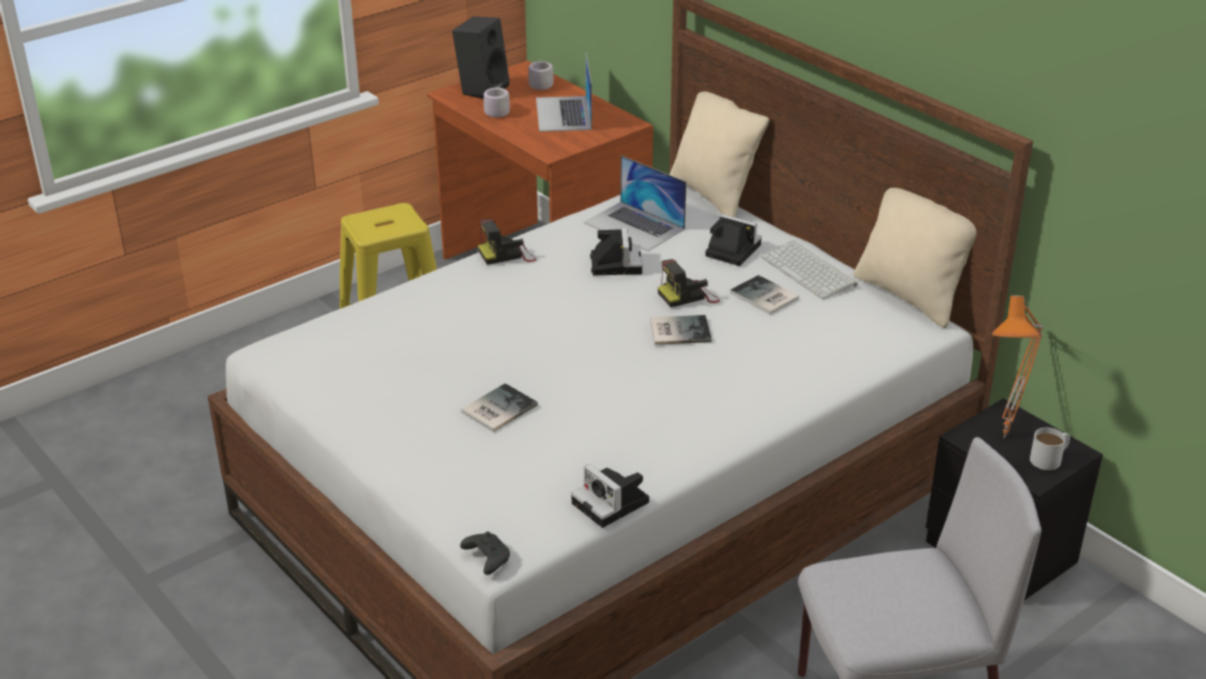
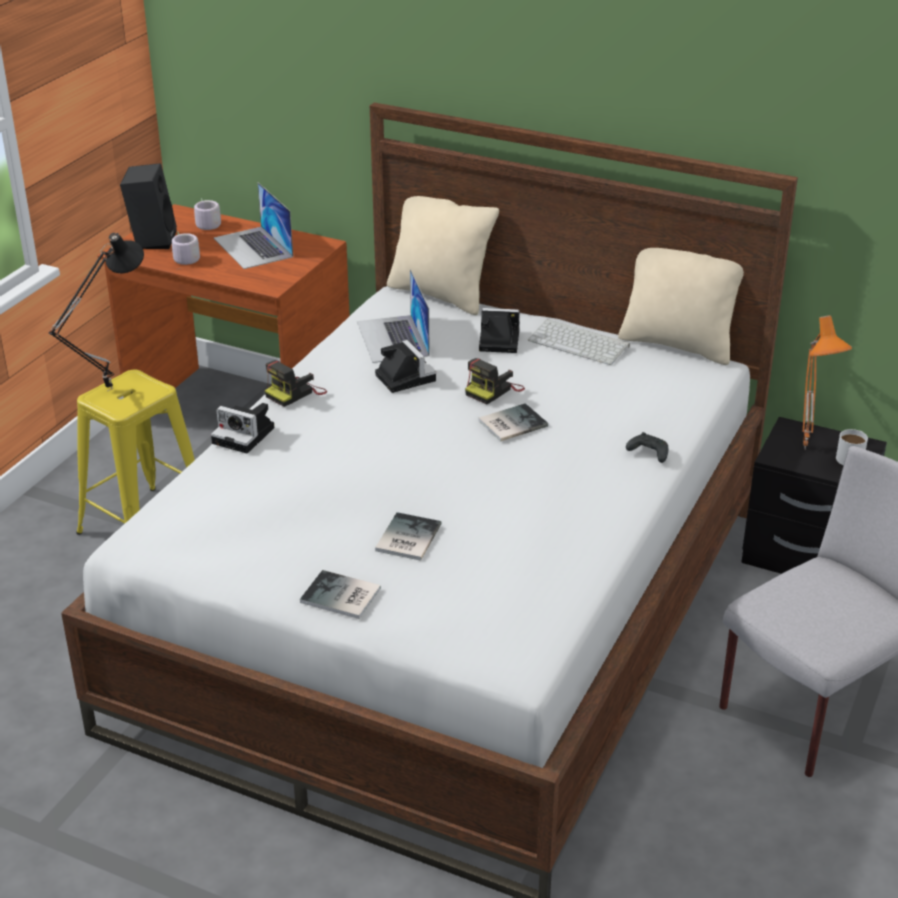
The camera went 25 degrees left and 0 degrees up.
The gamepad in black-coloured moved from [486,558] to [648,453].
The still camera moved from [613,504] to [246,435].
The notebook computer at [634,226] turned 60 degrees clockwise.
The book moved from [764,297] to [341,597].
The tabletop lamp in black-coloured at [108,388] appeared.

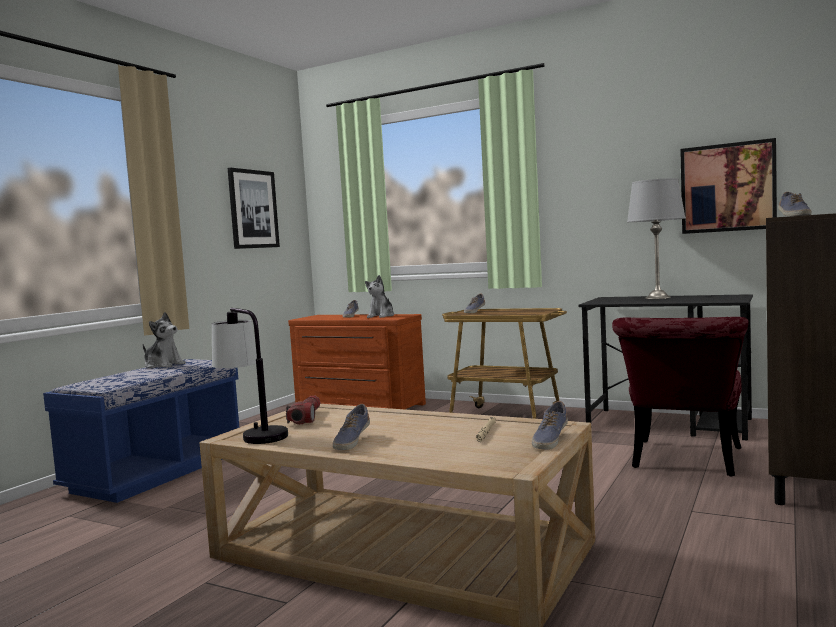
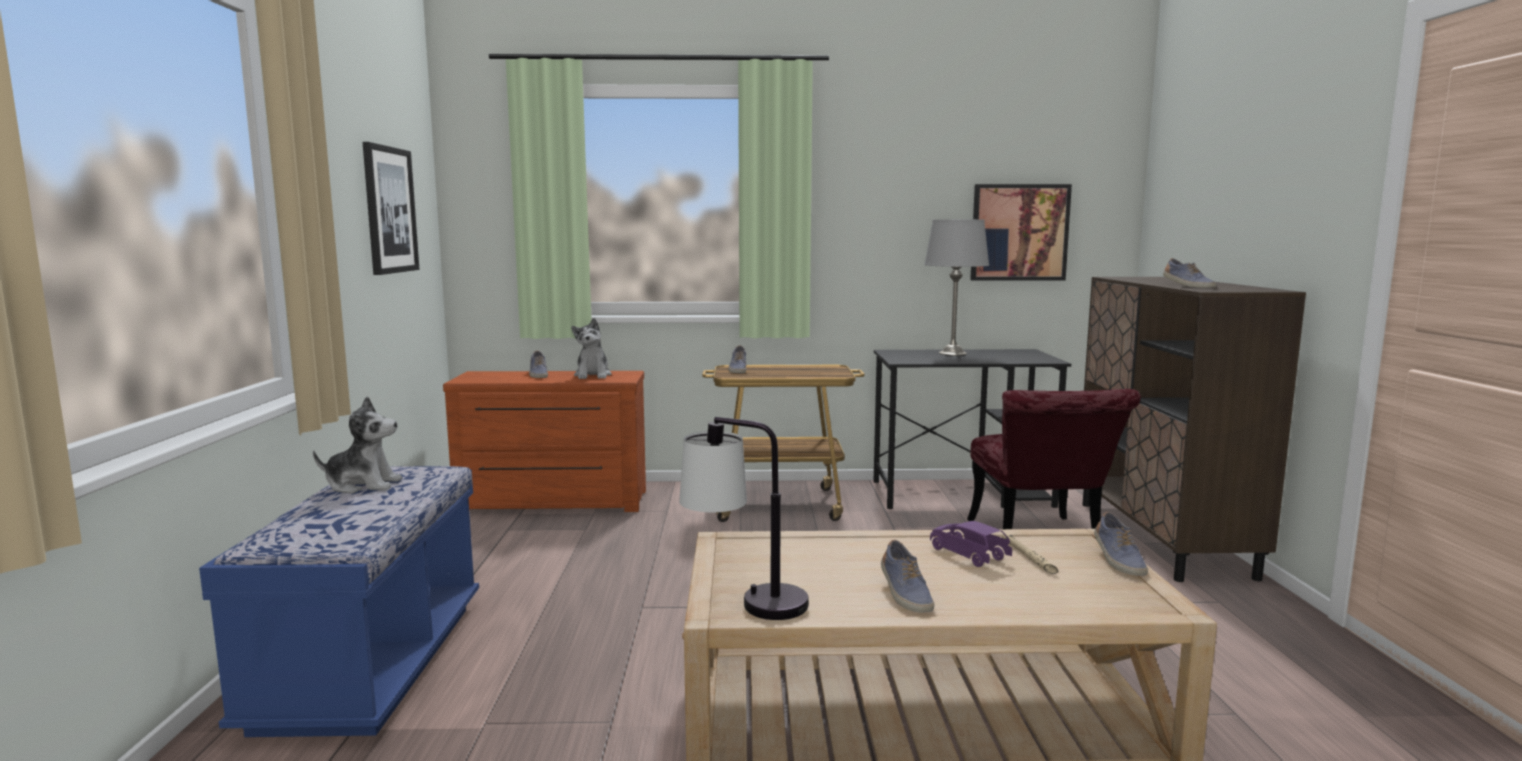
The camera went 30 degrees left and 5 degrees up.
The hand torch at [306,418] disappeared.
The miniature car in purplish at [968,555] appeared.

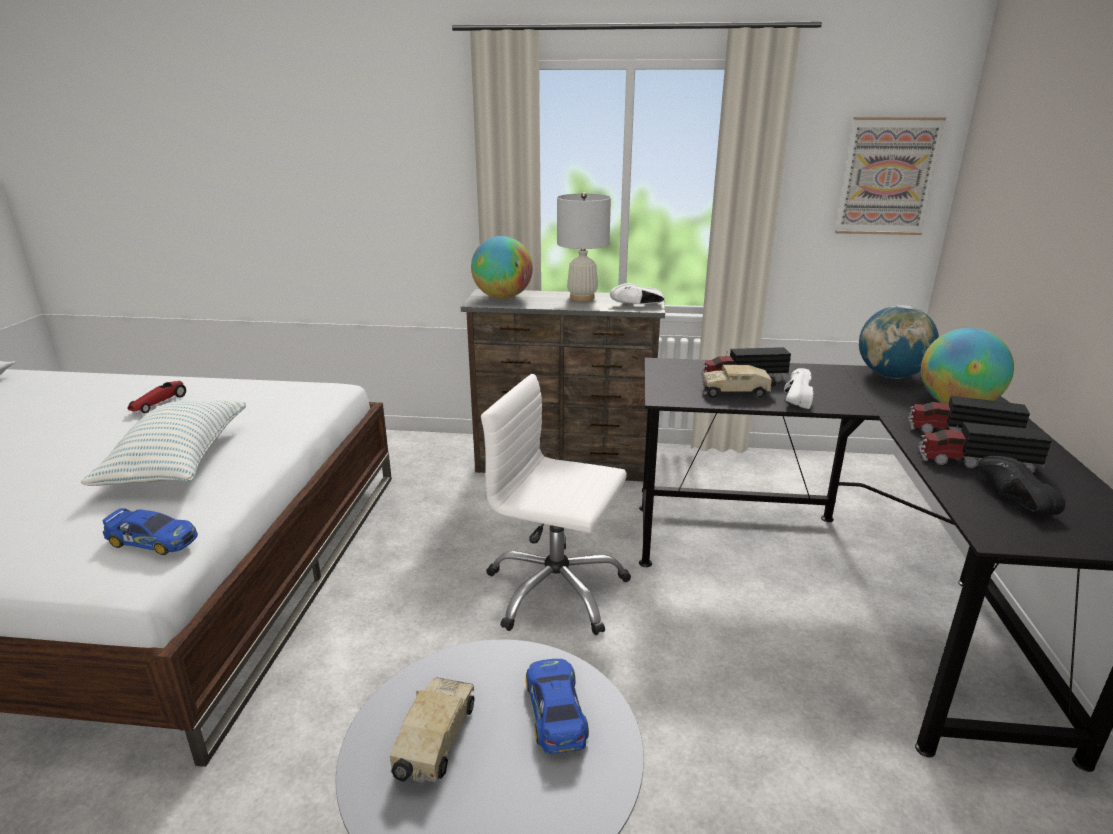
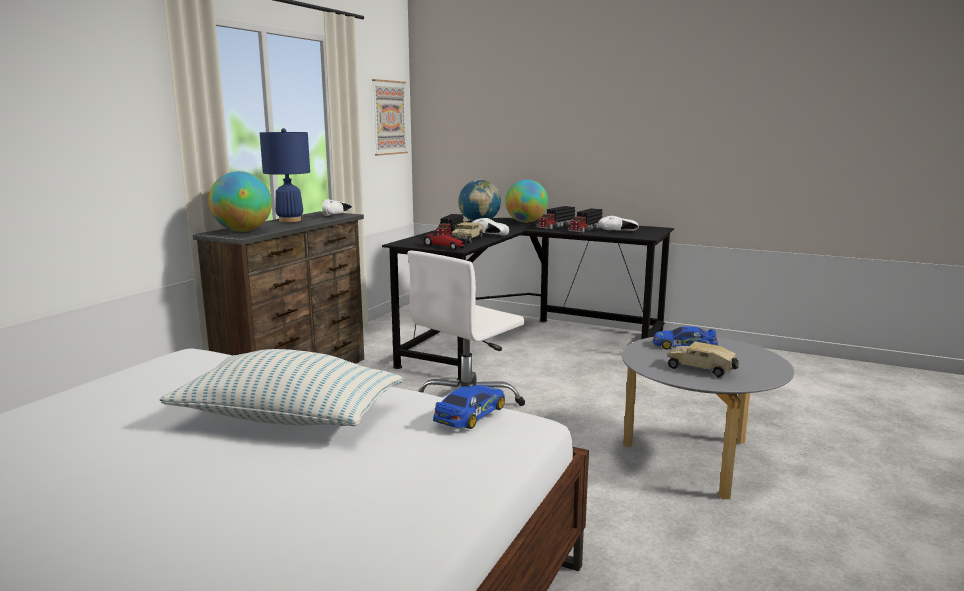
The camera went 70 degrees left and 10 degrees down.
The miniature car moved from [159,403] to [444,247].
The tabletop lamp in whitish at [582,298] became the tabletop lamp in bluish at [290,220].
The low shoe in black-coloured at [1009,500] became the low shoe in whitish at [619,232].

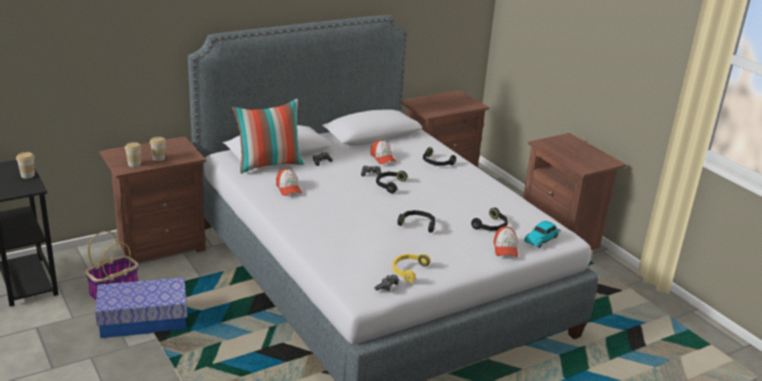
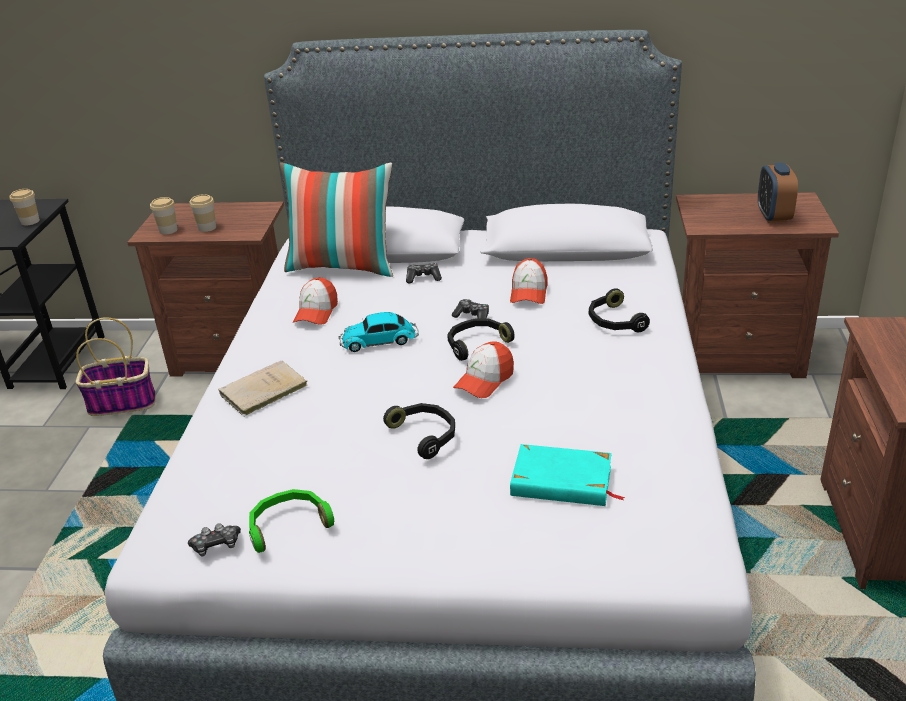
The camera went 40 degrees right and 5 degrees up.
The storage bin at [143,320] disappeared.
The headset in yellow at [408,270] became the headset in green-coloured at [288,525].
The headset in black-coloured at [491,226] was replaced by the book in blue-green at [562,482].
The peaked cap moved from [505,249] to [484,380].
The miniature car moved from [542,238] to [380,341].
The book in beige at [261,391] appeared.
The table clock at [773,216] appeared.

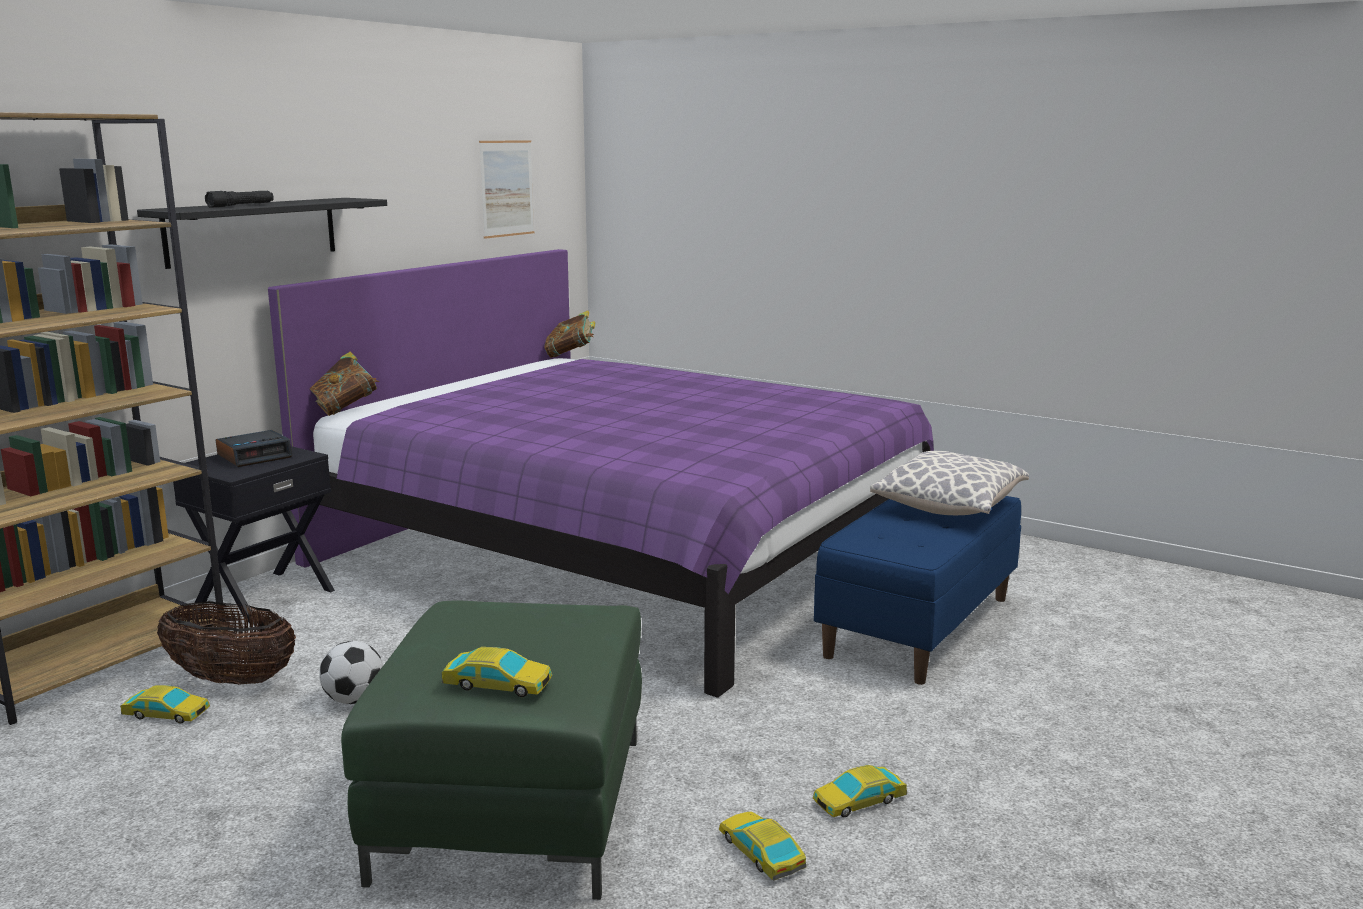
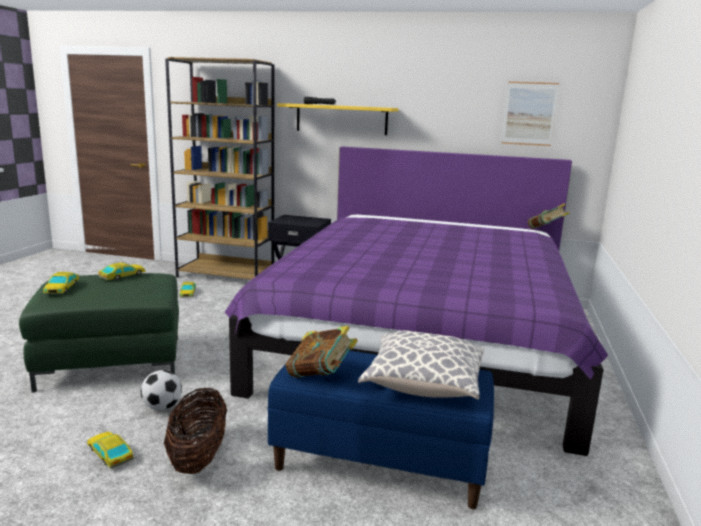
The camera went 70 degrees right and 0 degrees up.
The bracket shelf in black-coloured at [252,231] became the bracket shelf in yellow at [341,119].
The household basket moved from [231,680] to [198,457].
The table clock at [255,456] disappeared.
The book moved from [342,409] to [321,376].
The ball for football moved from [354,700] to [162,407].
The miniature car moved from [761,852] to [122,276].

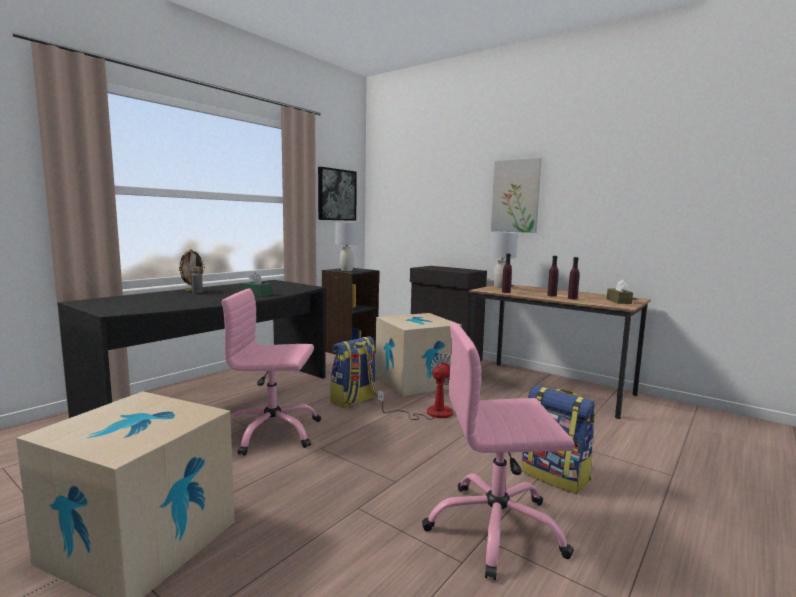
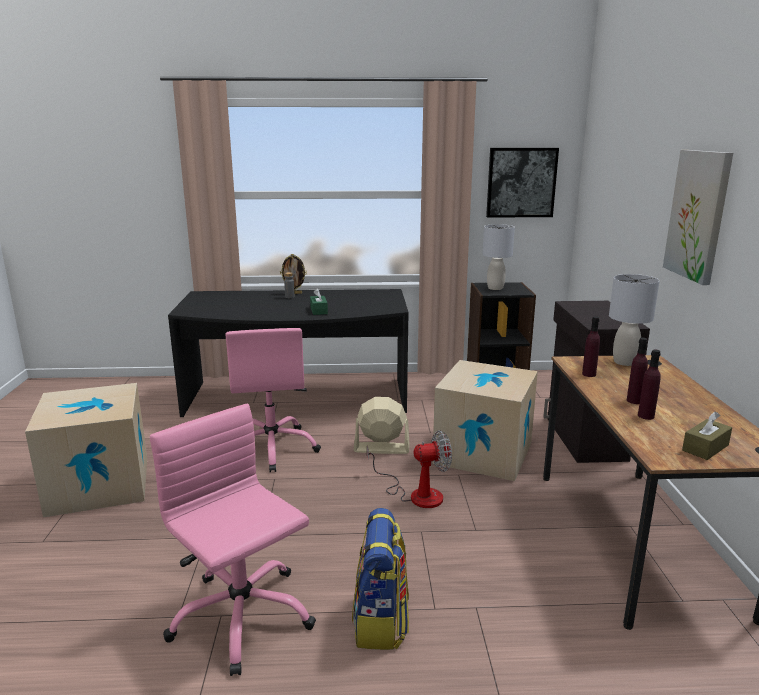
The camera went 50 degrees right and 10 degrees up.
The desk chair in pink at [272,432] turned 150 degrees counterclockwise.
The knapsack at [354,400] was replaced by the fan in beige at [381,448].

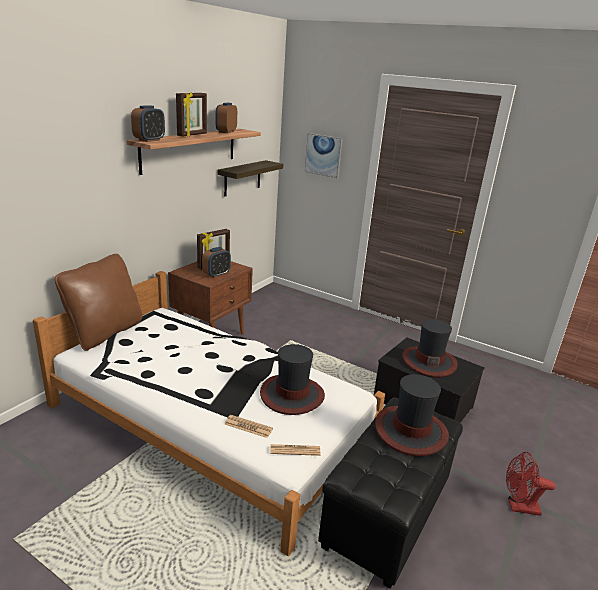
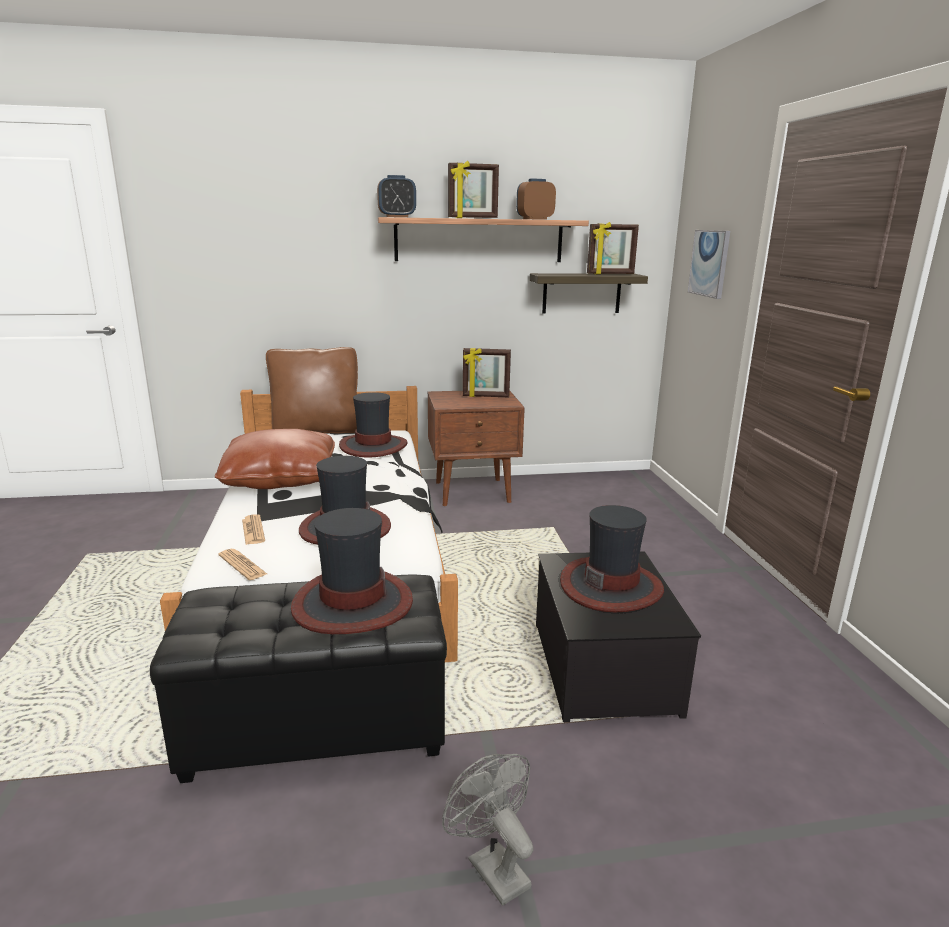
The camera went 50 degrees right and 5 degrees down.
The table clock at [216,274] disappeared.
The fan in red at [518,507] became the fan in gray at [492,866].
The cushion in brownish at [280,479] appeared.
The clothing hat at [373,446] appeared.
The picture frame at [610,274] appeared.

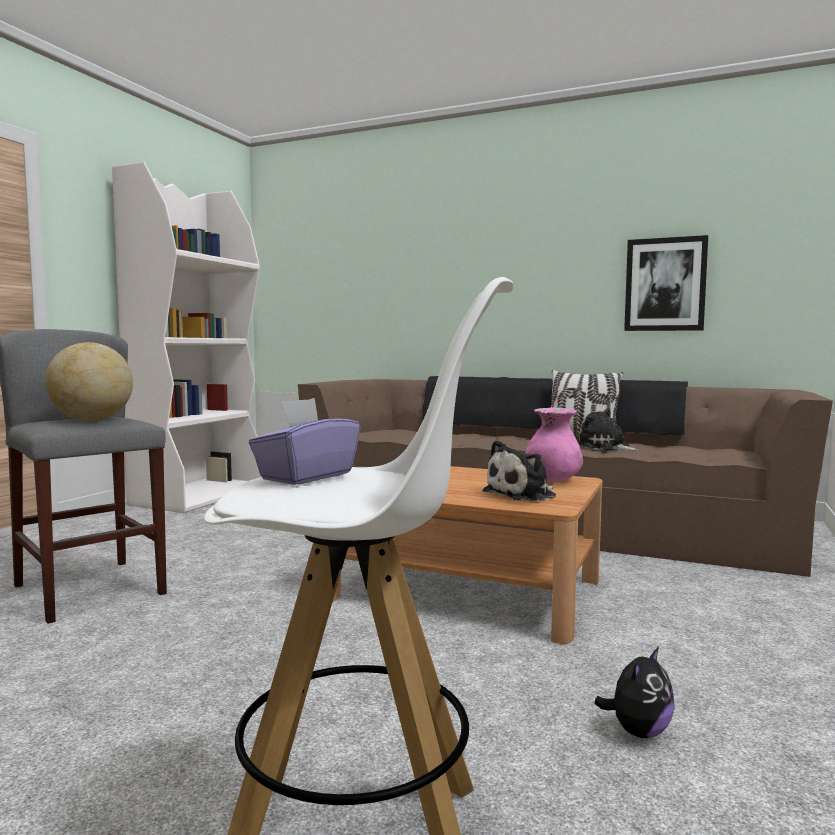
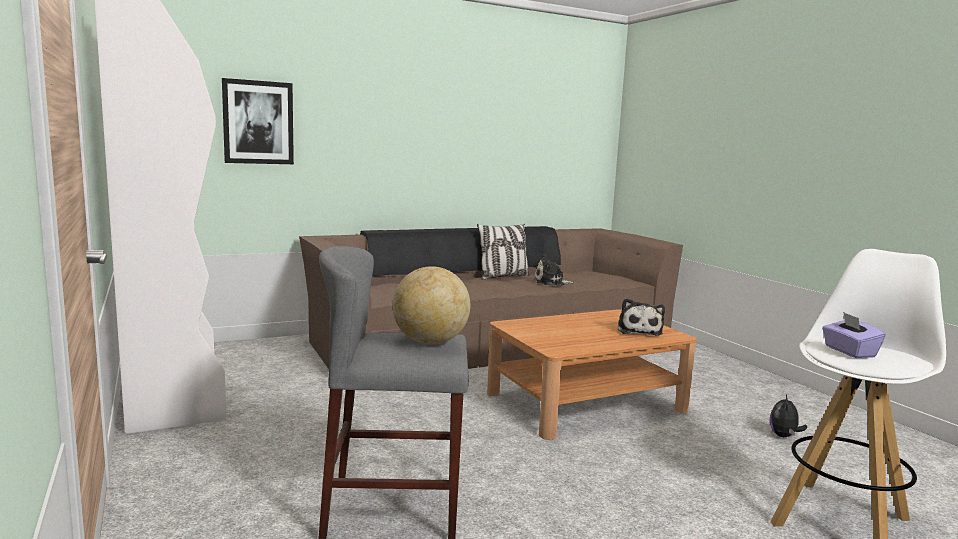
The camera went 50 degrees left and 5 degrees up.
The decorative vase in pink at [552,480] disappeared.
The plush toy at [638,731] turned 150 degrees counterclockwise.
The wall art moved from [665,284] to [258,122].

